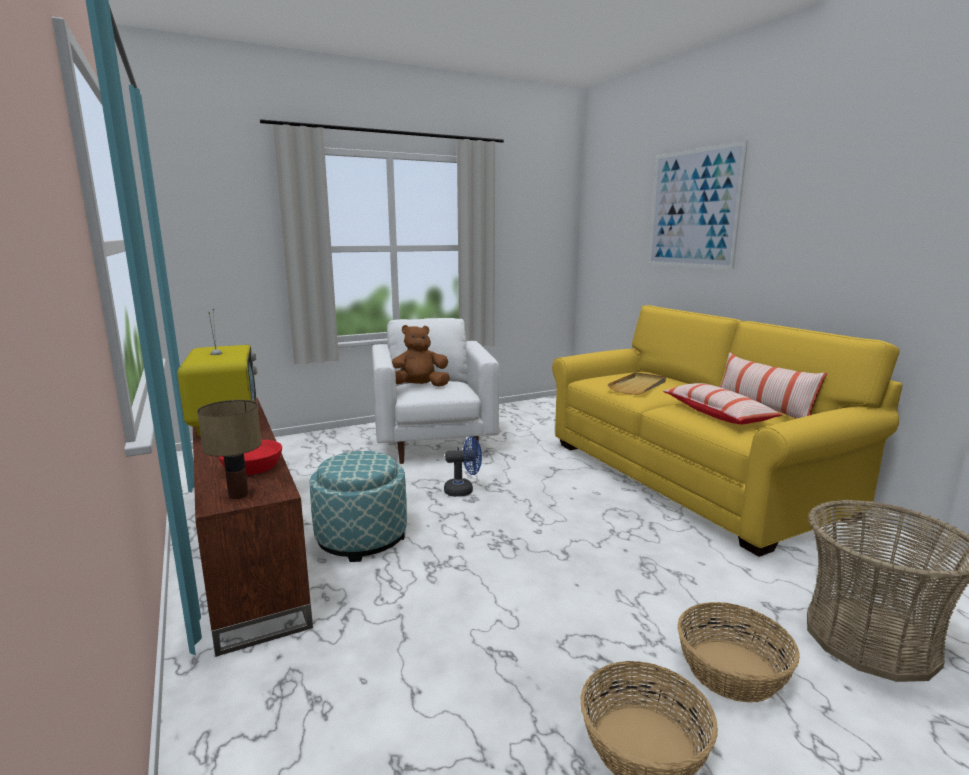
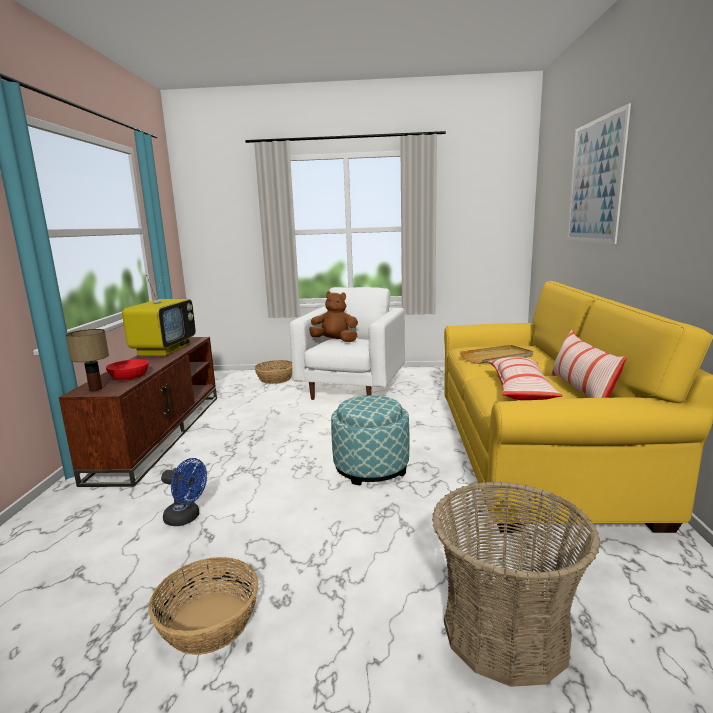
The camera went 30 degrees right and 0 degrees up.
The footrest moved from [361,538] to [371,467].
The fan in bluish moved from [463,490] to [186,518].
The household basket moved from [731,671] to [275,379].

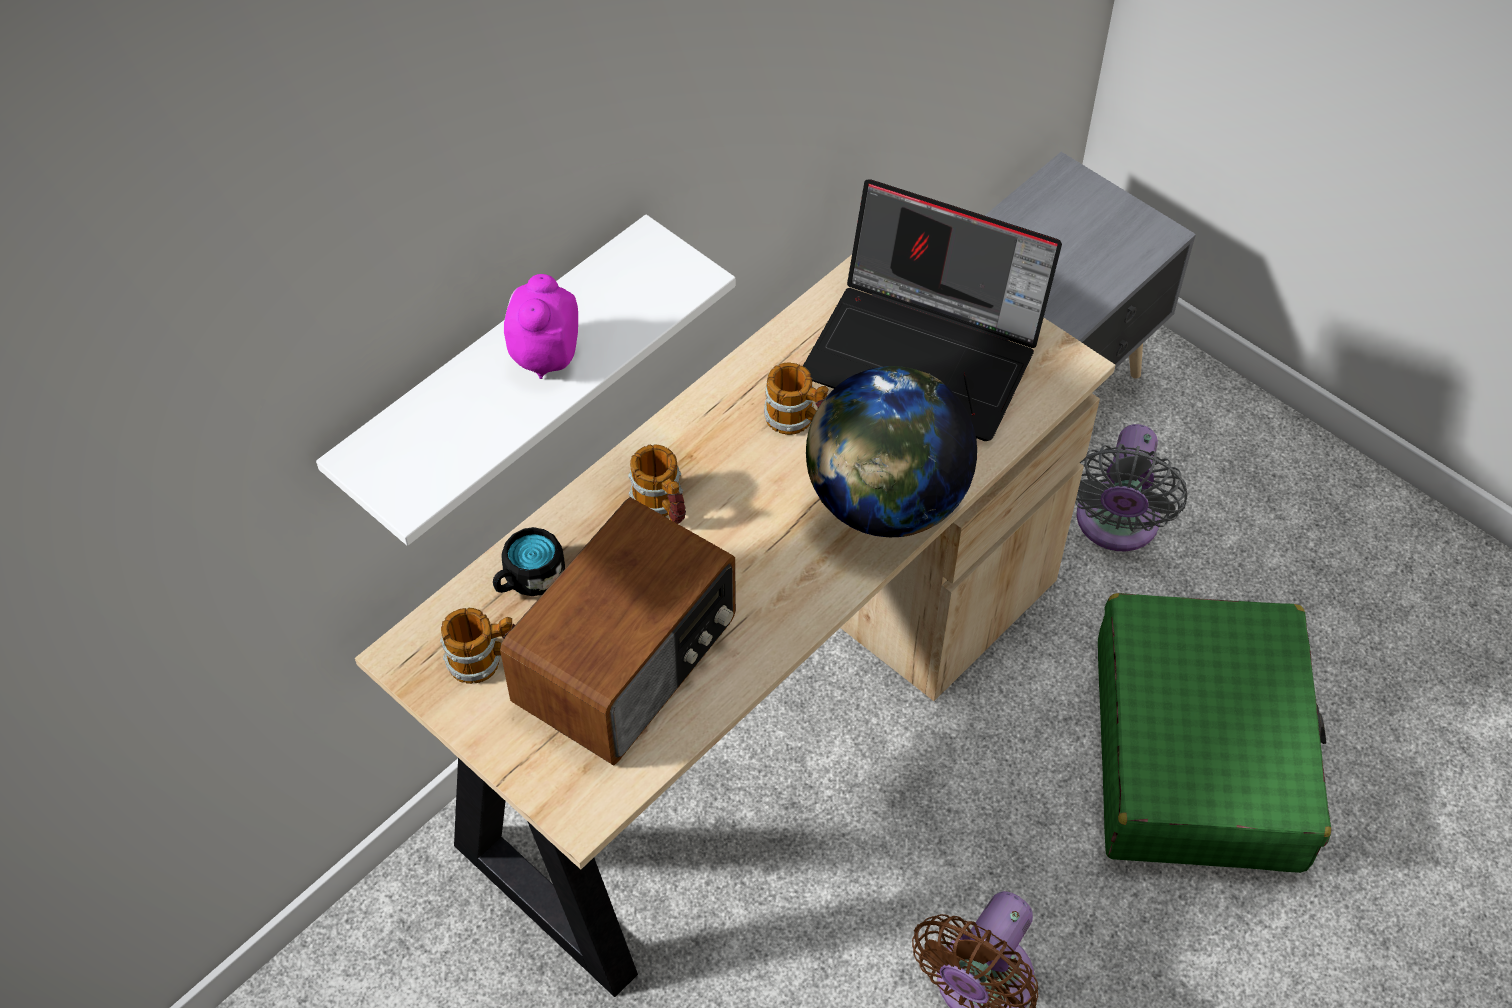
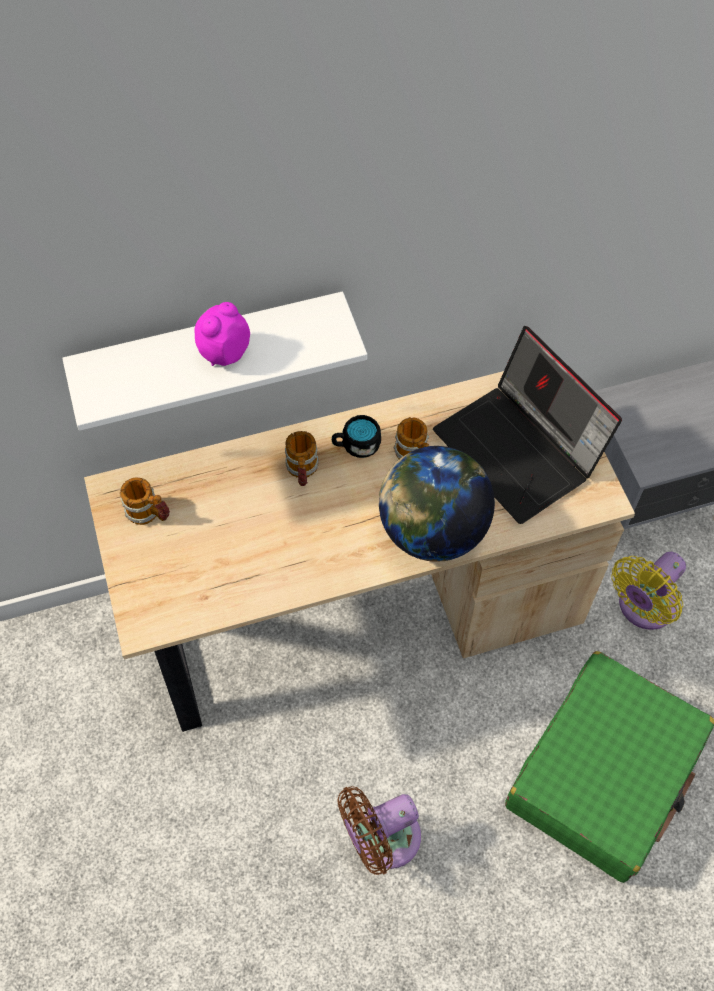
The camera went 30 degrees right and 5 degrees up.
The coffee mug in black-coloured moved from [528,579] to [356,445].
The radio at [629,661] disappeared.
The fan in gray at [1115,525] became the fan in yellow at [642,608].

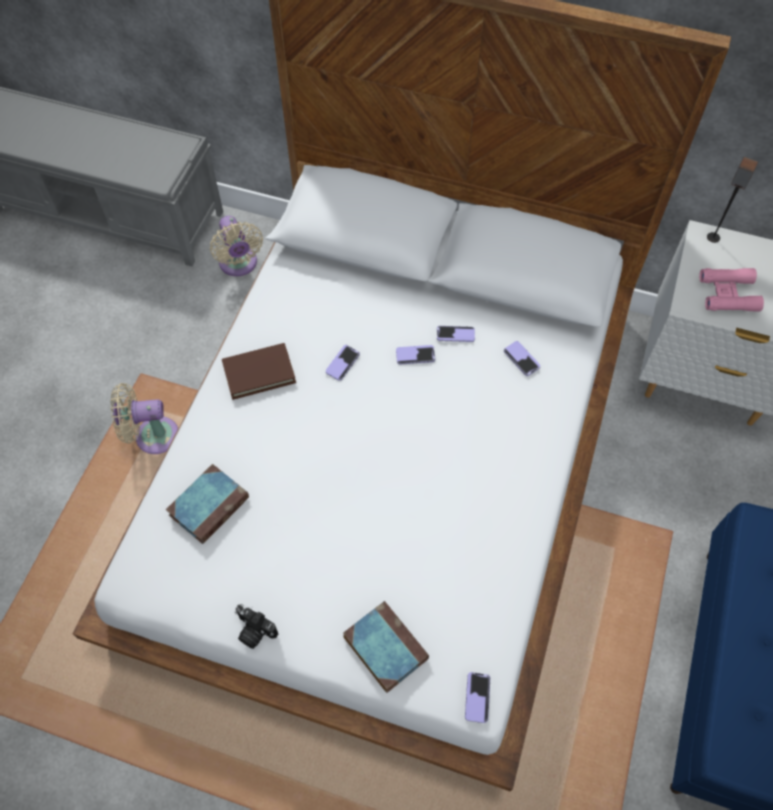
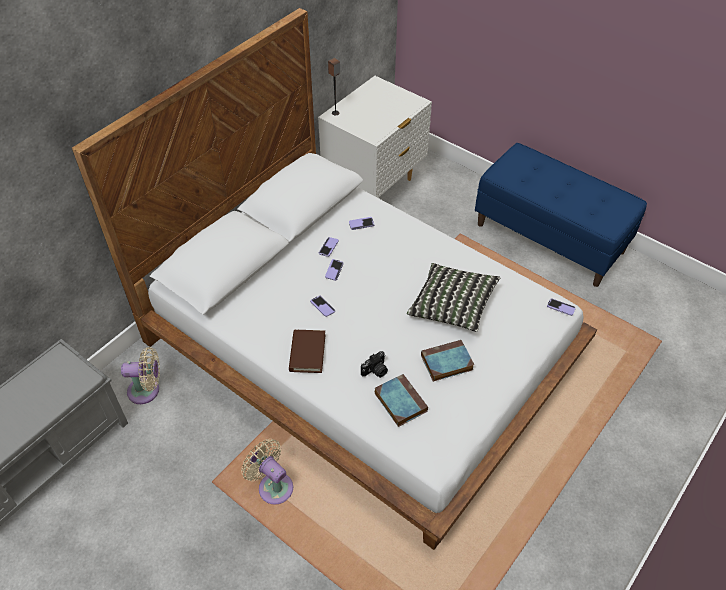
The camera went 70 degrees left and 10 degrees down.
The fan in beige at [152,436] turned 120 degrees clockwise.
The still camera moved from [254,631] to [375,371].
The book moved from [383,647] to [446,363].
The binoculars in pink at [728,294] disappeared.
The cushion at [452,306] appeared.

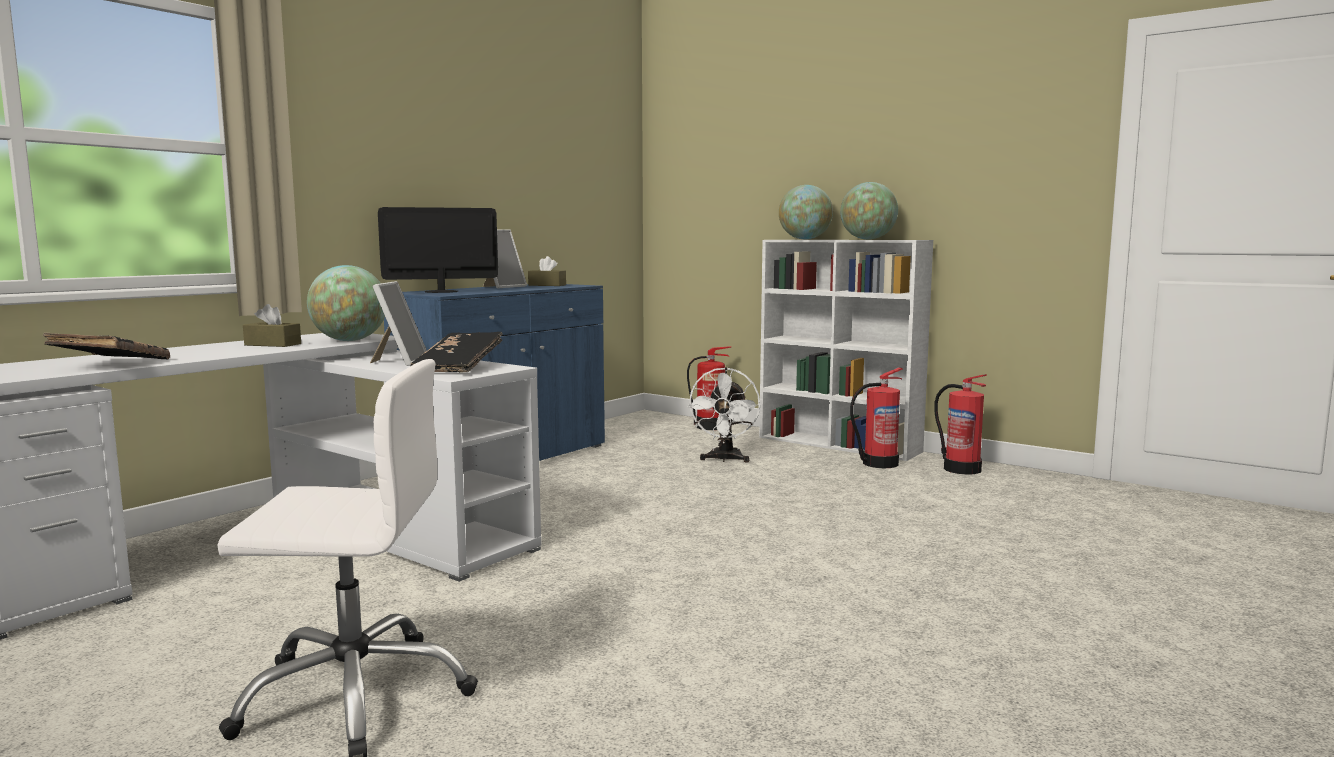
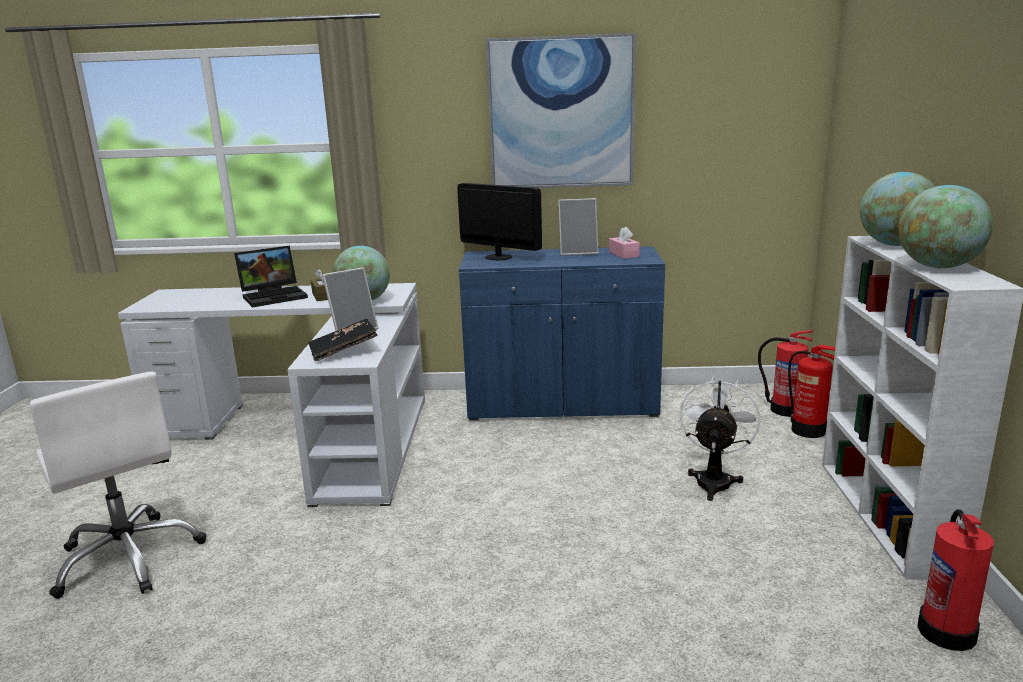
The camera went 55 degrees right and 10 degrees up.
The book in black-coloured at [111,365] disappeared.
The tissue holder in brownish at [547,285] became the tissue holder in pink at [623,254].
The fan in whitish at [724,459] turned 135 degrees clockwise.
The fire extinguisher moved from [878,463] to [785,409].
The notebook computer at [275,296] appeared.
The wall art at [561,113] appeared.

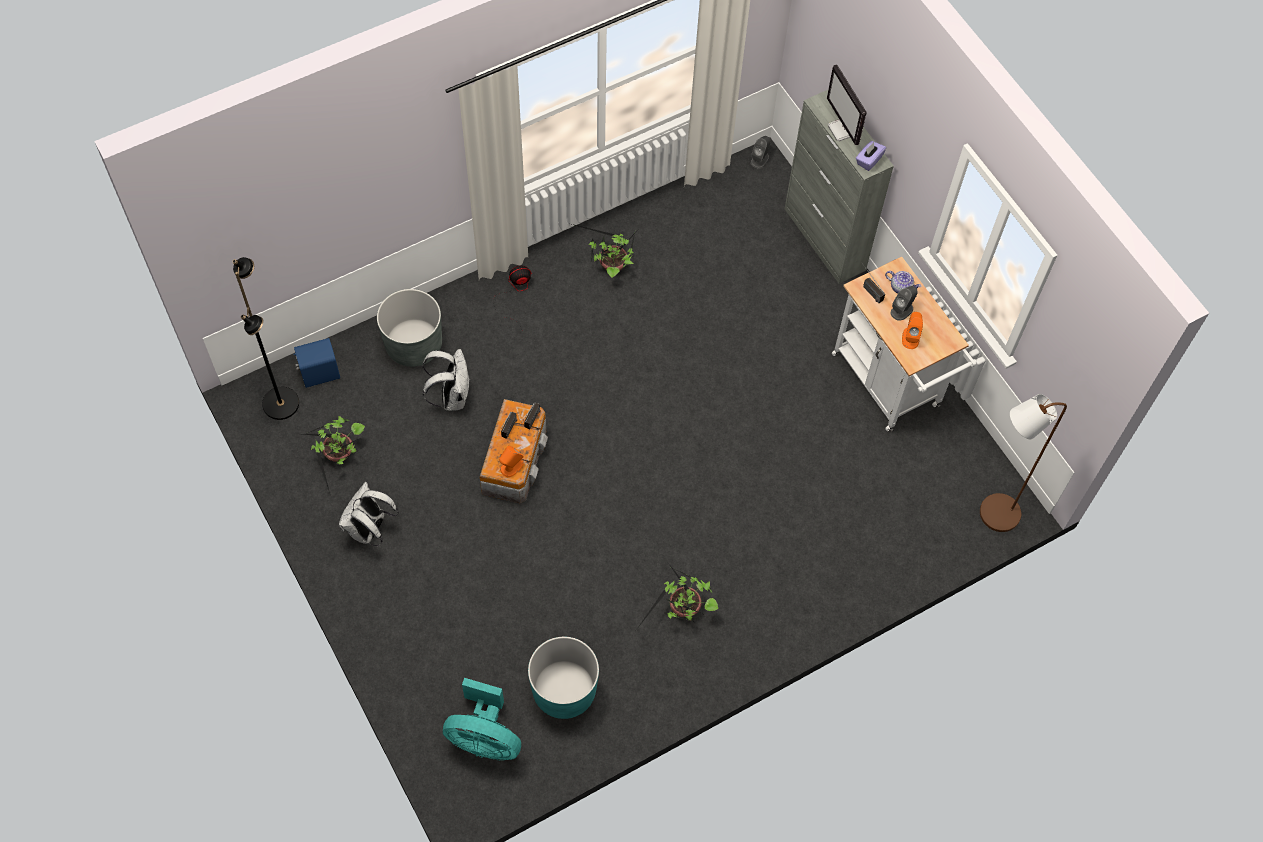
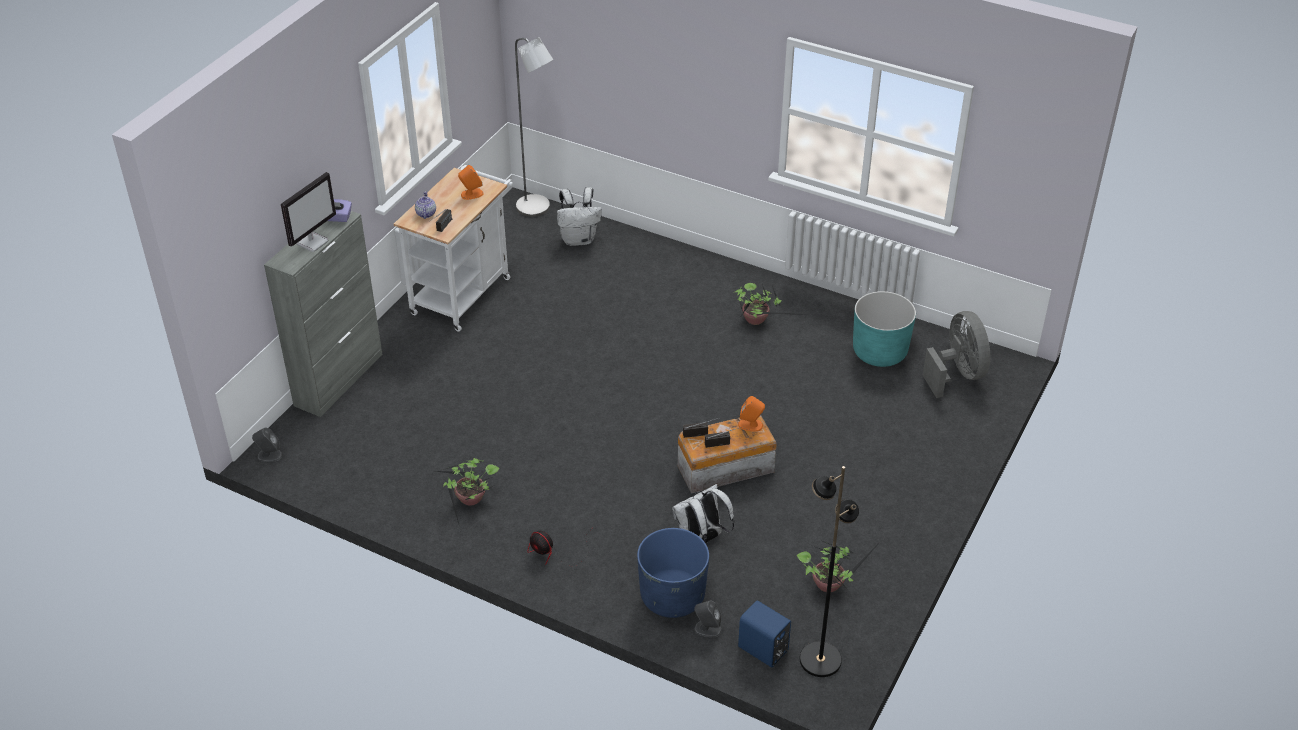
The camera went 120 degrees left and 20 degrees down.
The knapsack in whitish moved from [369,530] to [579,239].
The flower pot in gray at [414,345] became the flower pot in bluish at [672,596].
The fan in blue-green at [484,738] became the fan in gray at [957,374].
The speaker in gray moved from [902,310] to [707,629].
The floor lamp in brownish at [992,515] became the floor lamp in gray at [537,209].

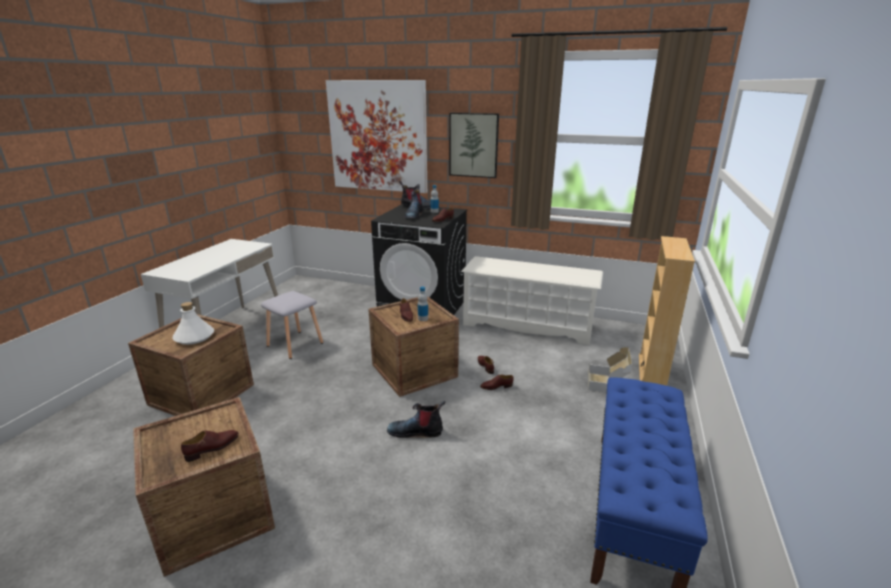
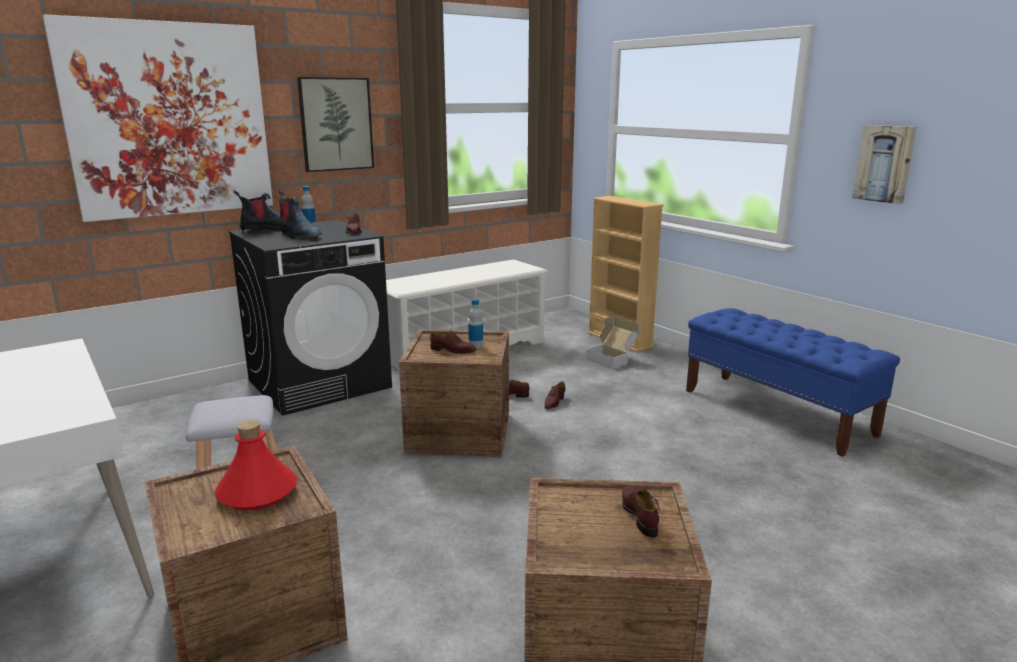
The camera went 55 degrees left and 5 degrees down.
The beverage bottle in whitish at [194,337] became the beverage bottle in red at [257,493].
The tall boot at [416,431] disappeared.
The wall art at [884,163] appeared.

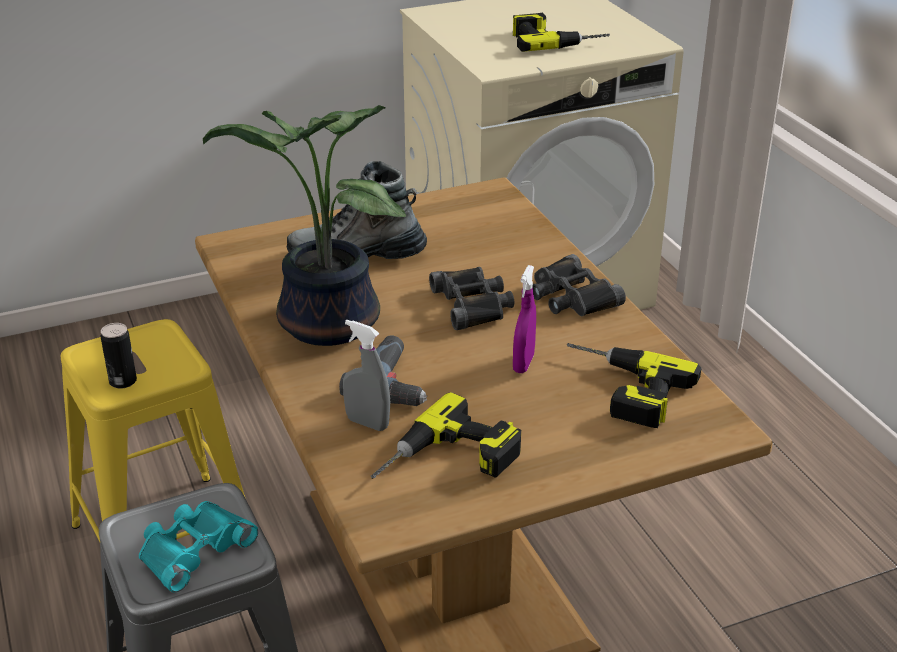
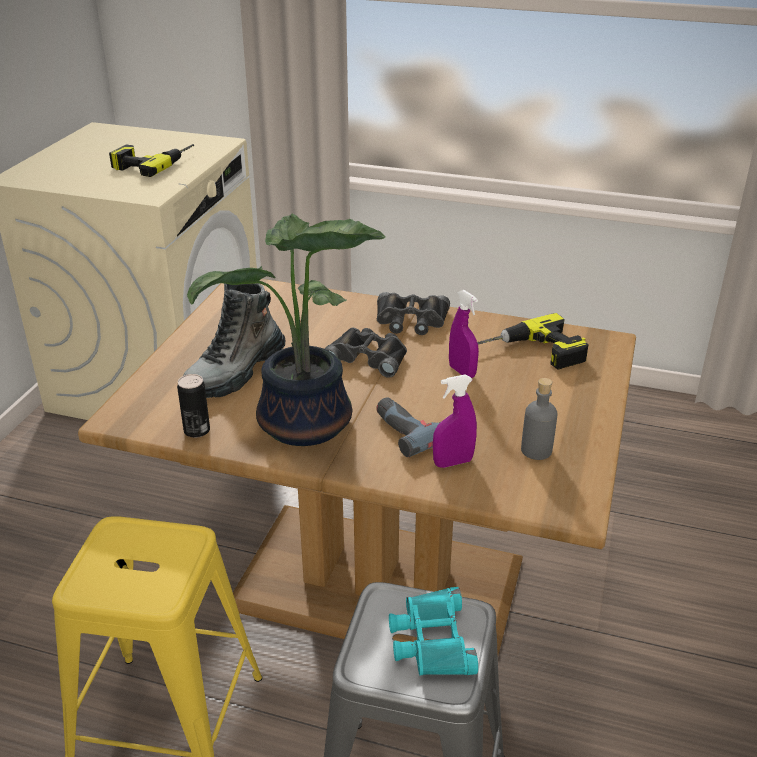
The camera went 50 degrees left and 0 degrees up.
The metal can moved from [123,381] to [197,430].
The sprayer in gray at [367,423] became the sprayer in purplish at [453,462].
The electric drill at [448,462] was replaced by the beverage bottle in gray at [536,450].

